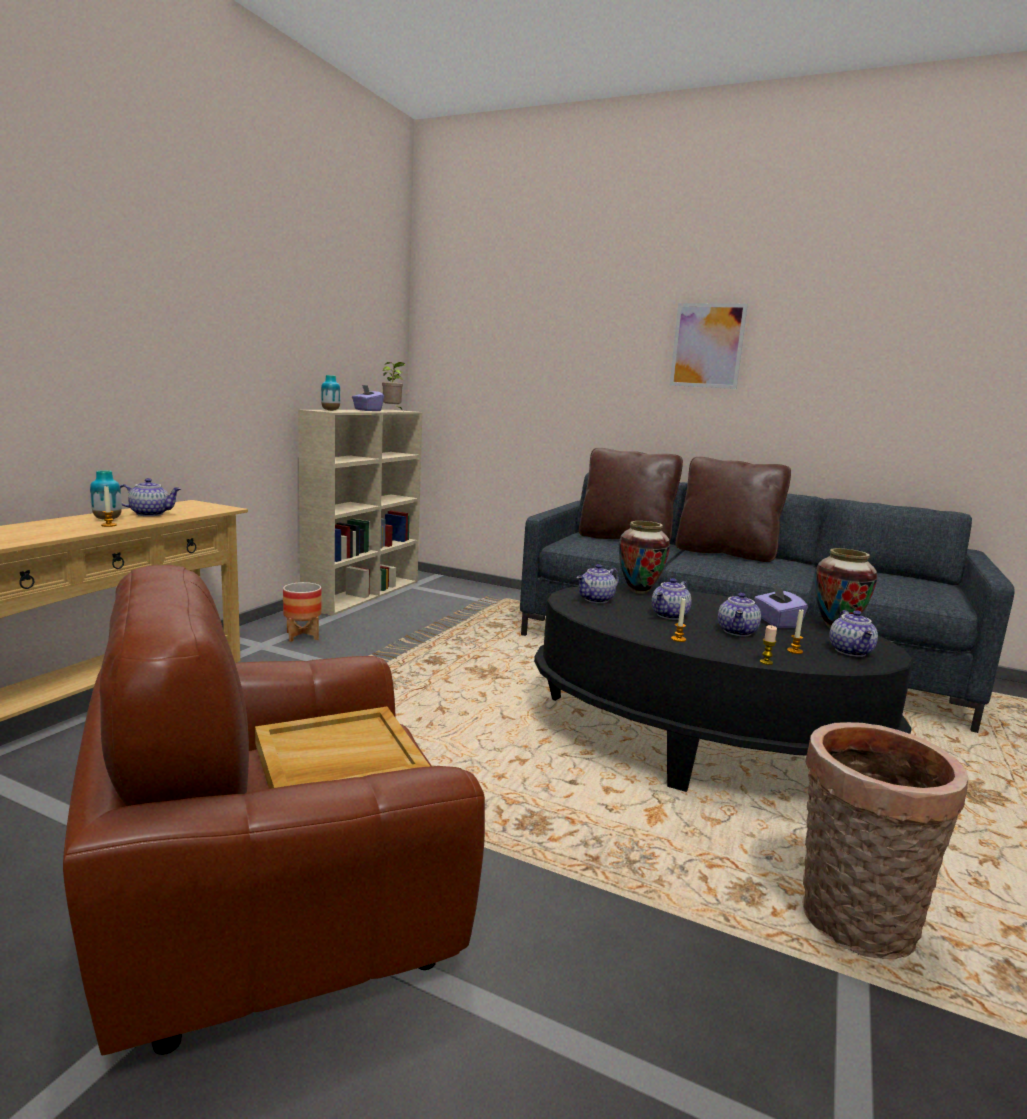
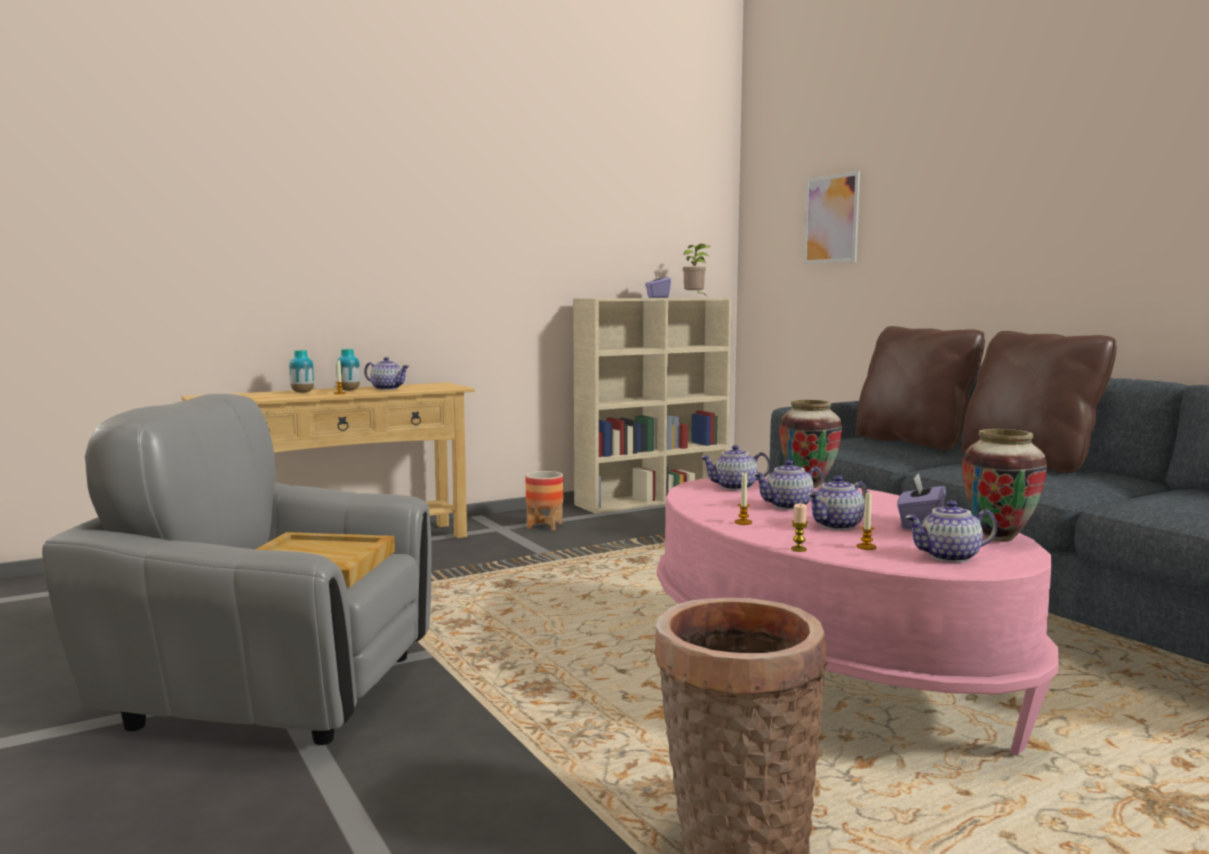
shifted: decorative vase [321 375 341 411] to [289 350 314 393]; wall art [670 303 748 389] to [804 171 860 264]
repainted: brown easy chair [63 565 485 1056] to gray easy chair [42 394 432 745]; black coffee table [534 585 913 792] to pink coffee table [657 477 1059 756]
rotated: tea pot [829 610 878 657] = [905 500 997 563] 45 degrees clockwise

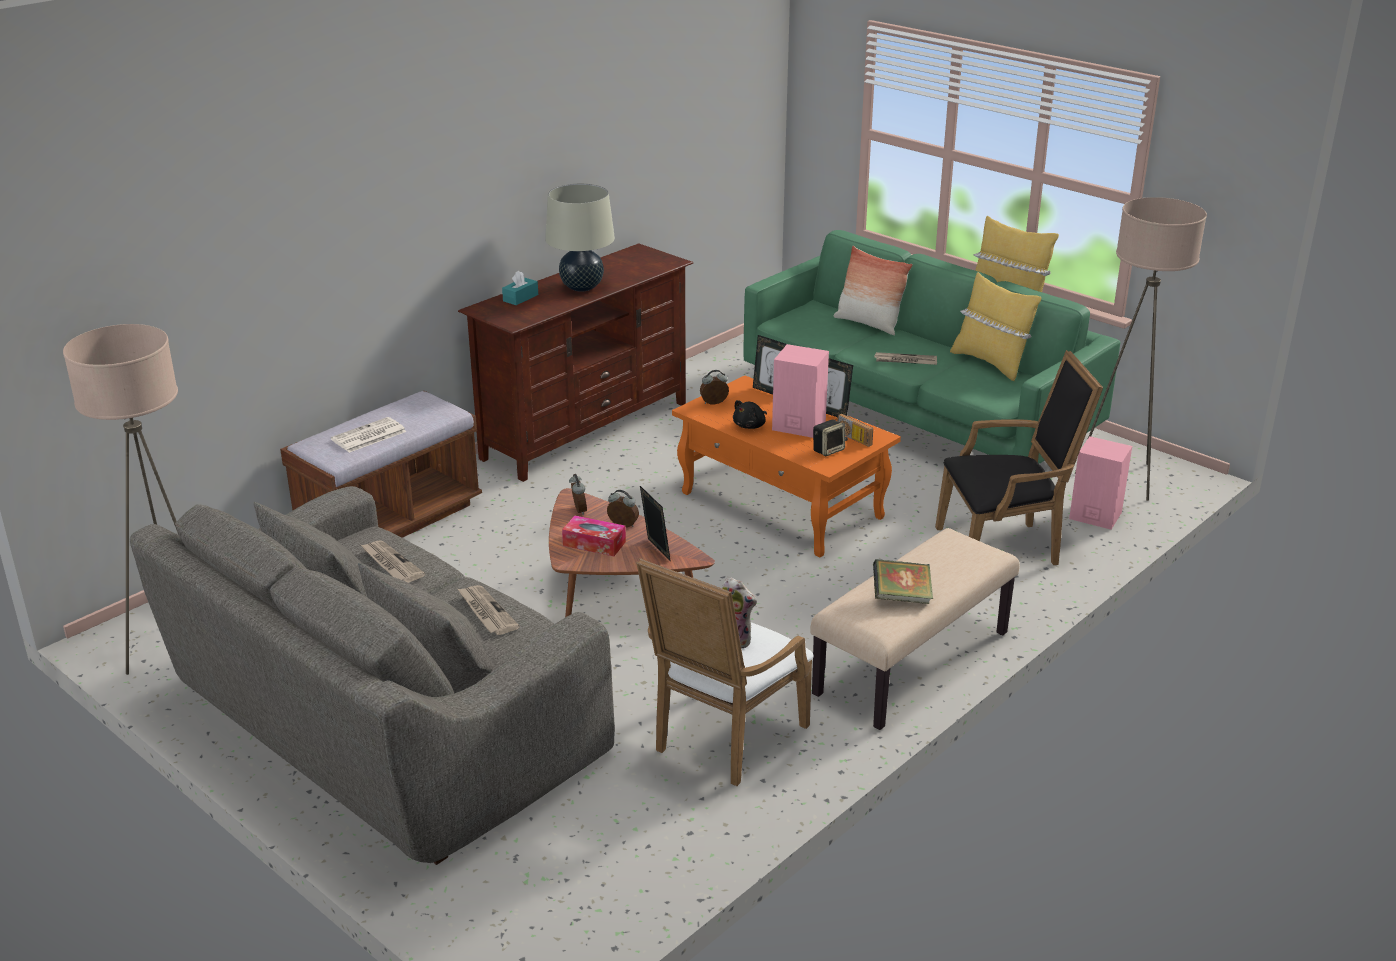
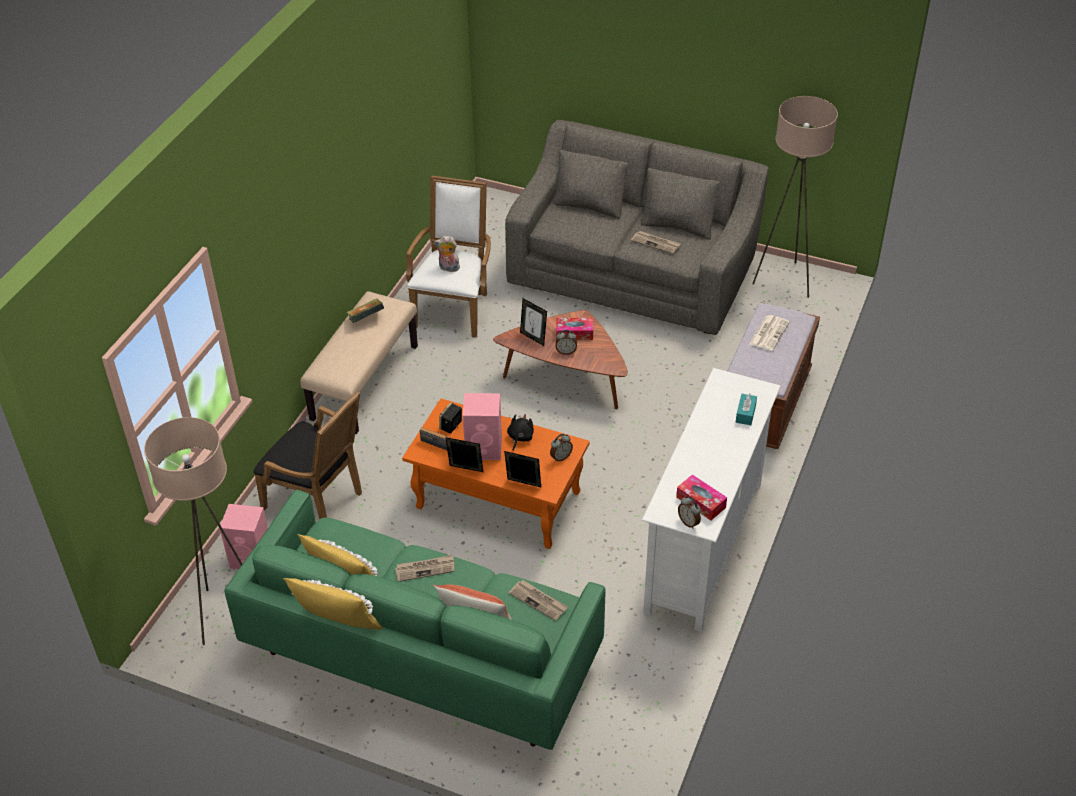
gone: beige table lamp [545 184 615 292]
new: tissue box [676 475 727 521]
shifted: newspaper [458 585 520 635] to [509 580 568 621]; bedside clock [569 474 587 515] to [678 496 701 528]
repainted: brown tv unit [458 243 693 482] to white-coloured tv unit [642 368 781 632]
rotated: black easy chair [935 350 1103 565] = [253 391 362 519] 120 degrees counterclockwise

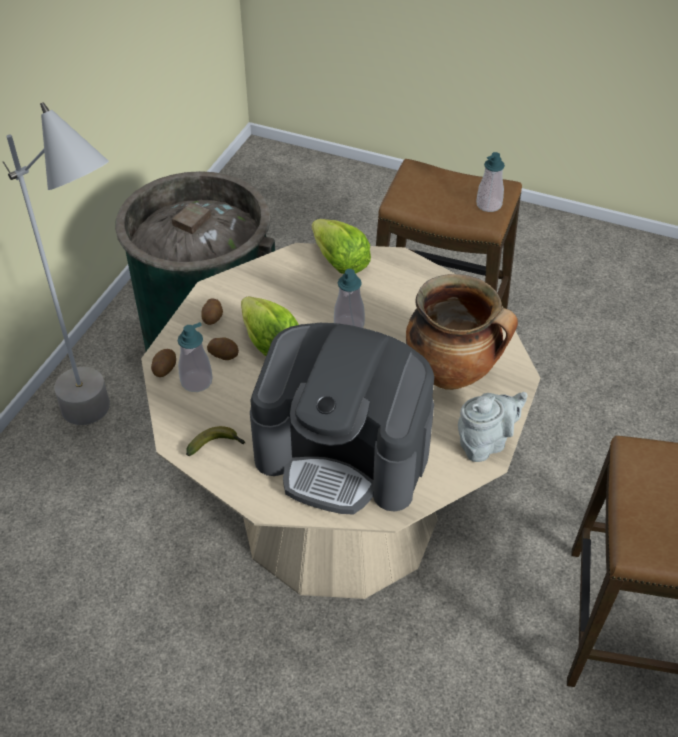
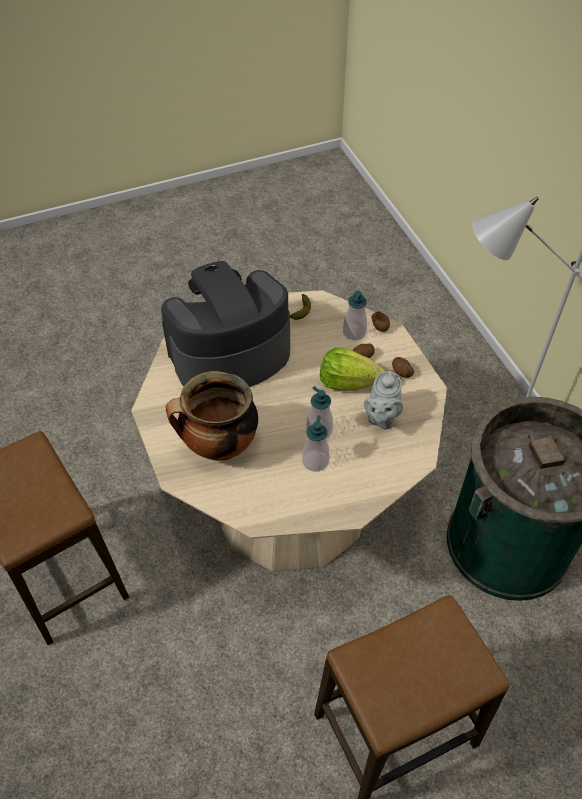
gone: lettuce [312 219 371 274]
shifted: gray tea pot [458 392 528 462] to [364 371 403 430]; liquid soap bottle [476 152 505 212] to [303 416 329 472]

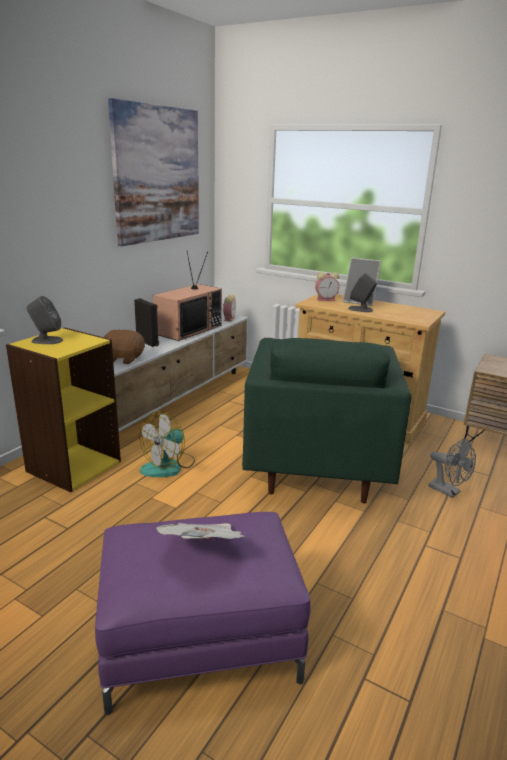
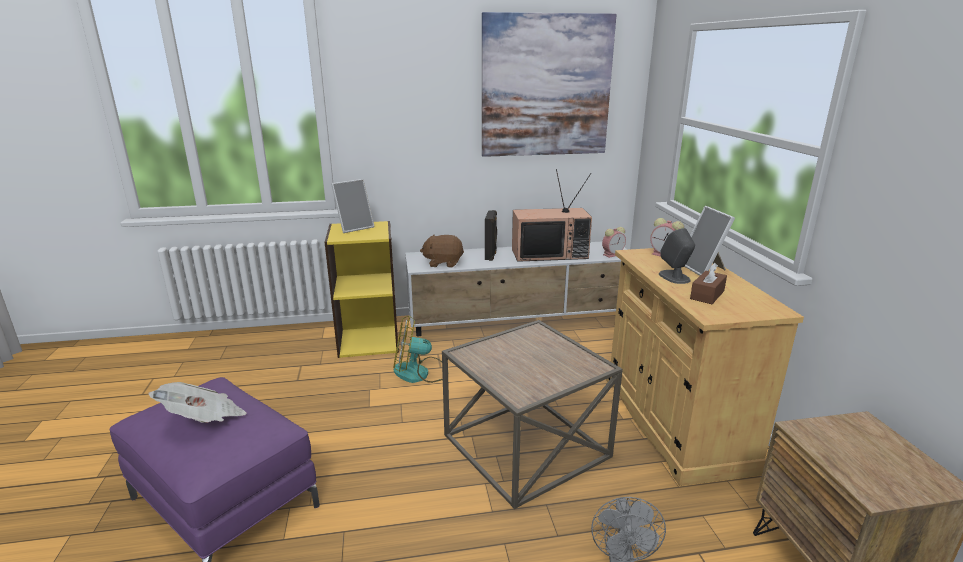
new: brown tissue box [690 263 727 304]
swapped: gray loudspeaker [26 296 63 344] to photo frame [331 179 375 233]; greenish easy chair [242 338 412 503] to brown side table [442 320 623 509]
rotated: brown cuddly toy [104 329 145 364] = [420 235 464 267] 60 degrees counterclockwise

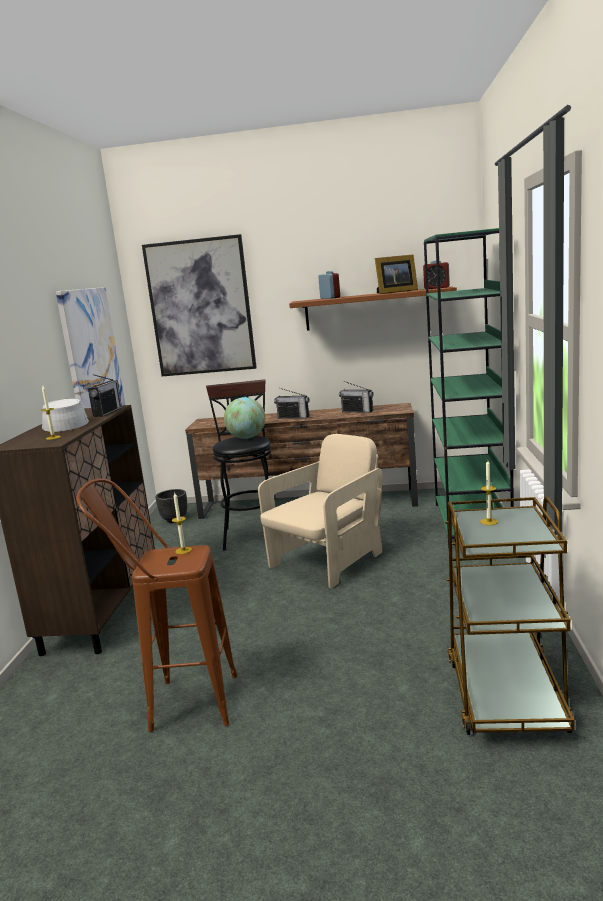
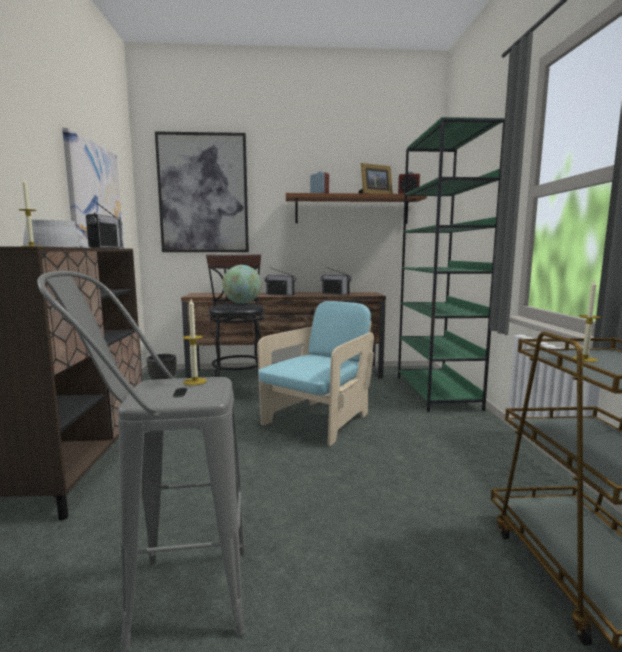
repainted: brown stool seat [76 479 237 732] to gray stool seat [37 271 246 651]; beige easy chair [258 434 383 589] to turquoise easy chair [257 301 374 446]

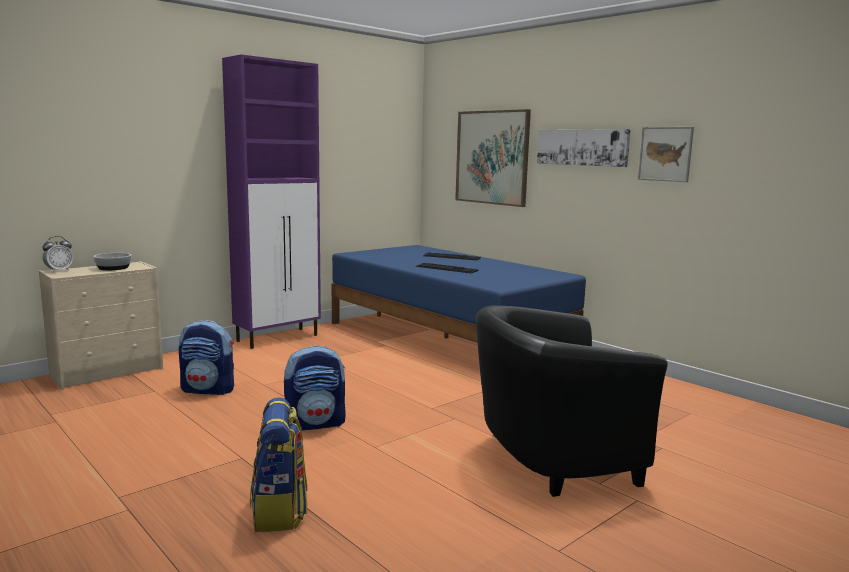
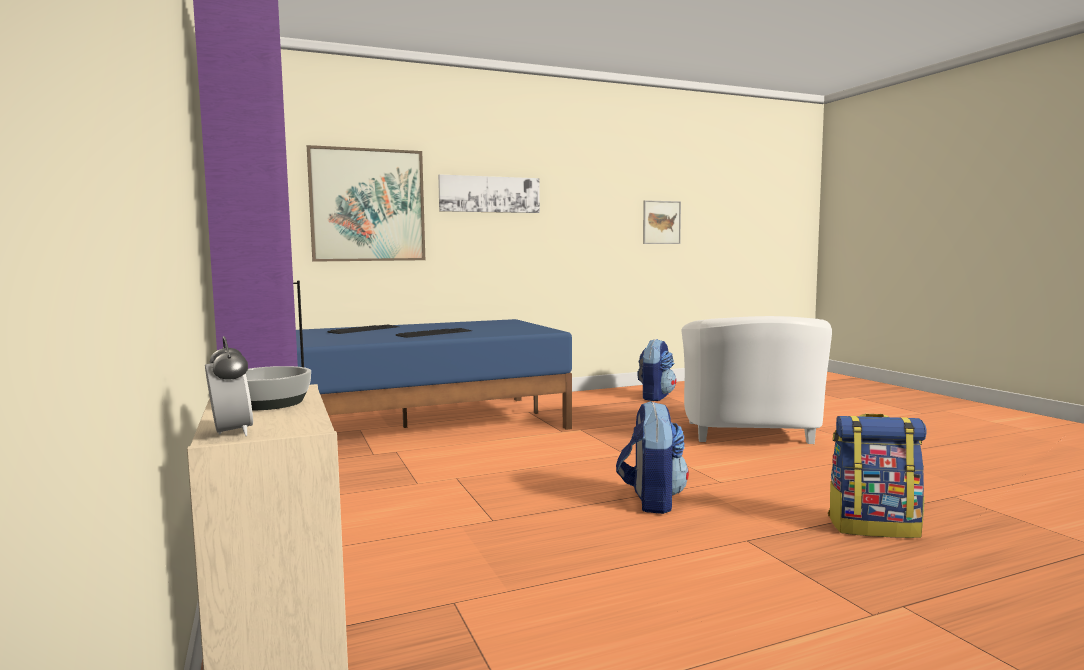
shifted: knapsack [179 320 234 395] to [637 339 677 401]; wall art [638 127 694 182] to [643 200 681 244]
repainted: black easy chair [476 305 668 497] to white-coloured easy chair [681 316 832 444]

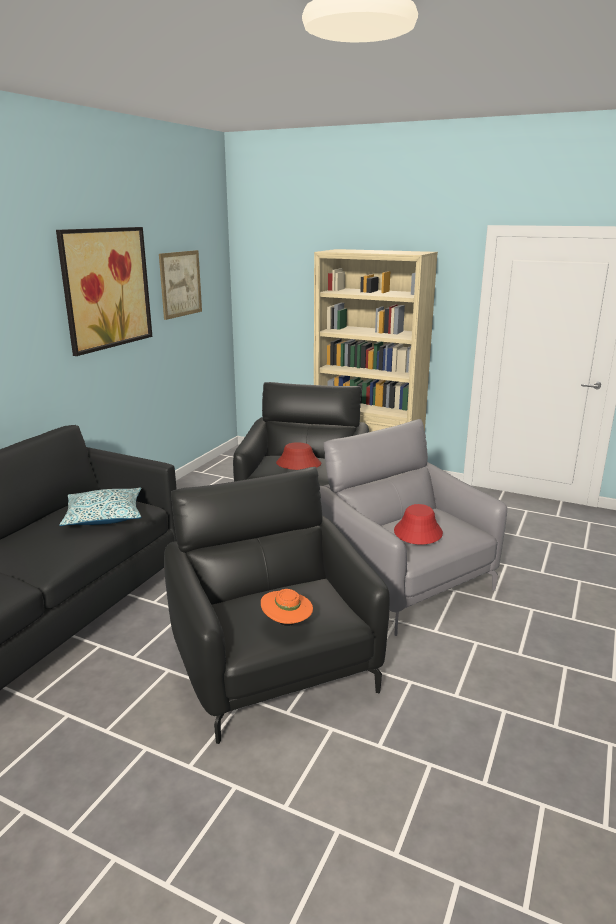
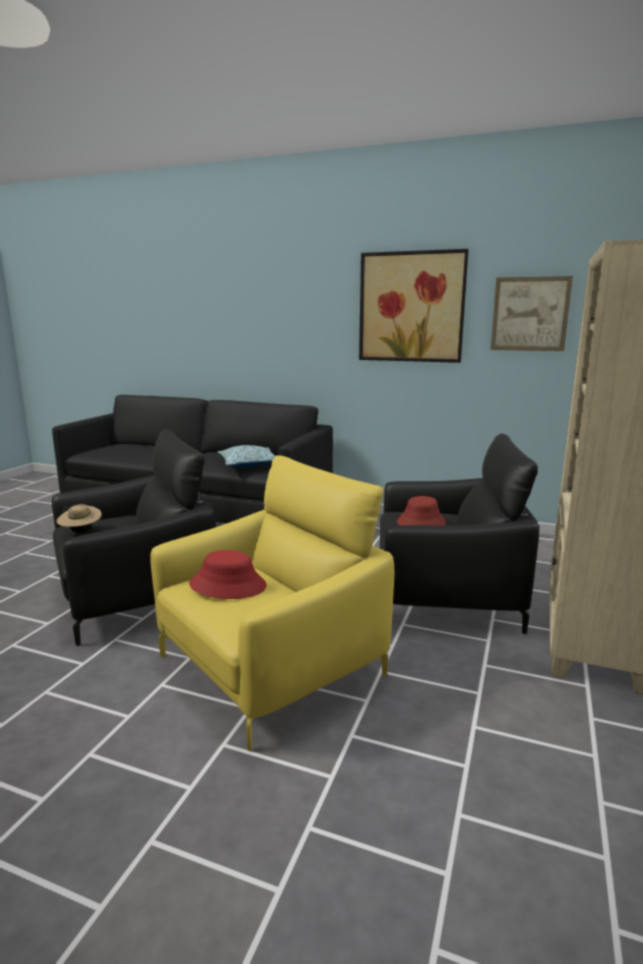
repainted: orange-coloured wearable hat [261 589 313 626] to beige wearable hat [56 504 102 533]; gray easy chair [320 419 507 636] to yellowish easy chair [150 455 394 751]

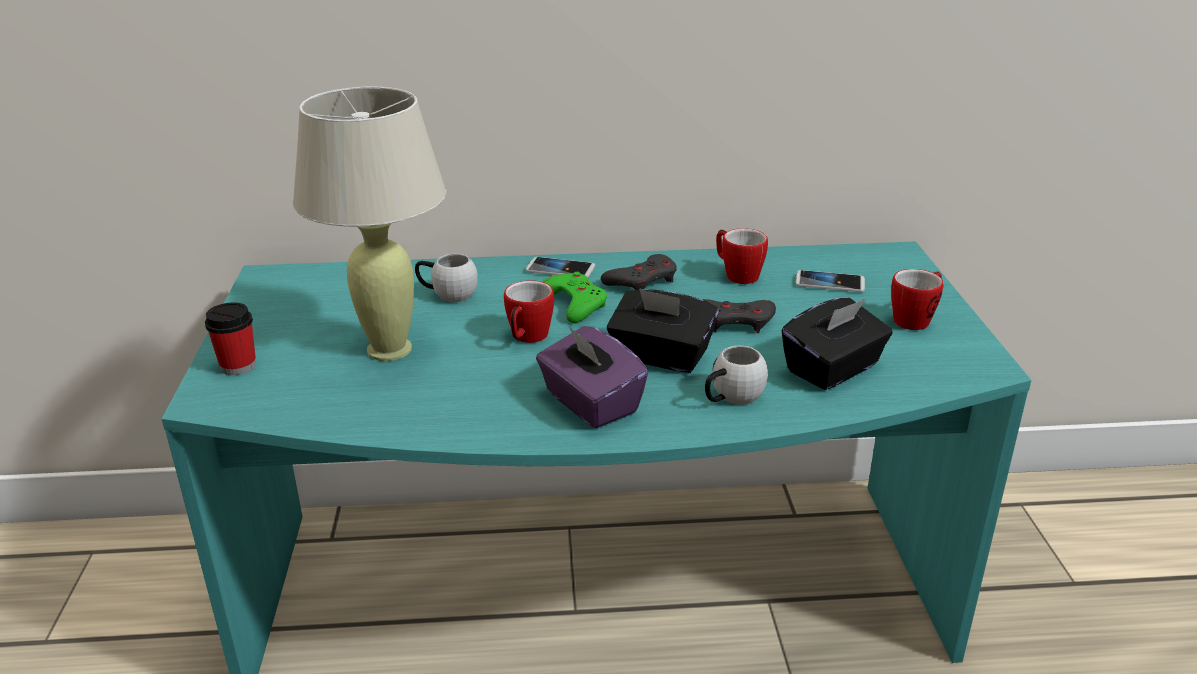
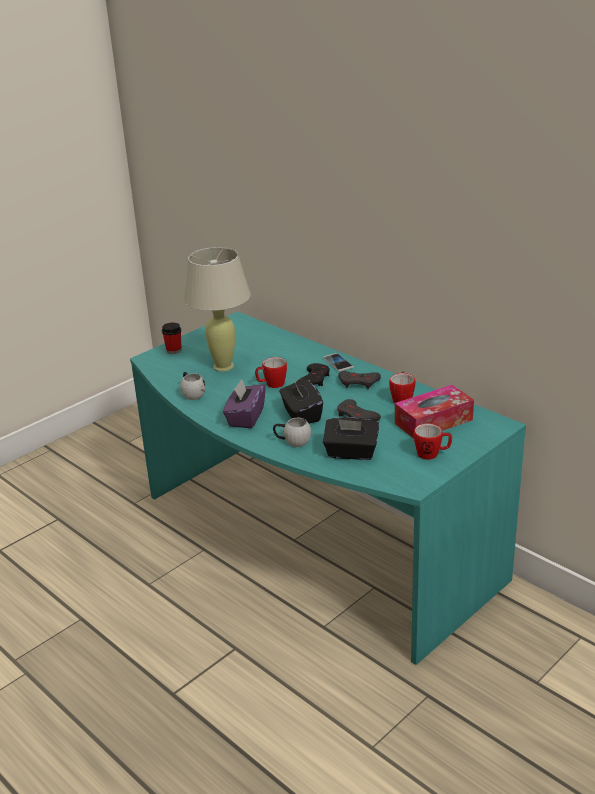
shifted: white-coloured mug [415 254 478 302] to [180 372 206 400]
swapped: handset [796 270 865 292] to tissue box [395 385 474 439]
repainted: greenish gamepad [542 272 607 323] to black gamepad [297 363 330 386]

